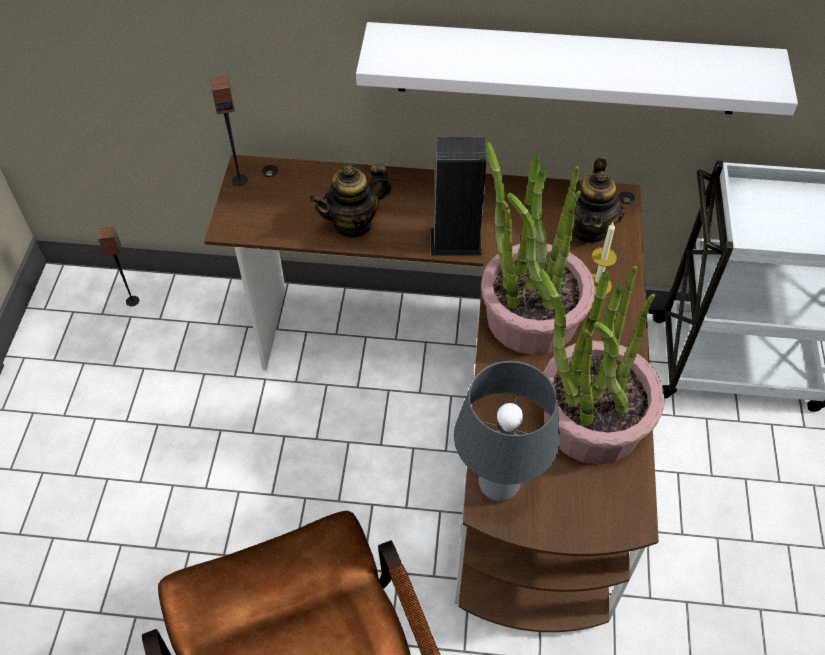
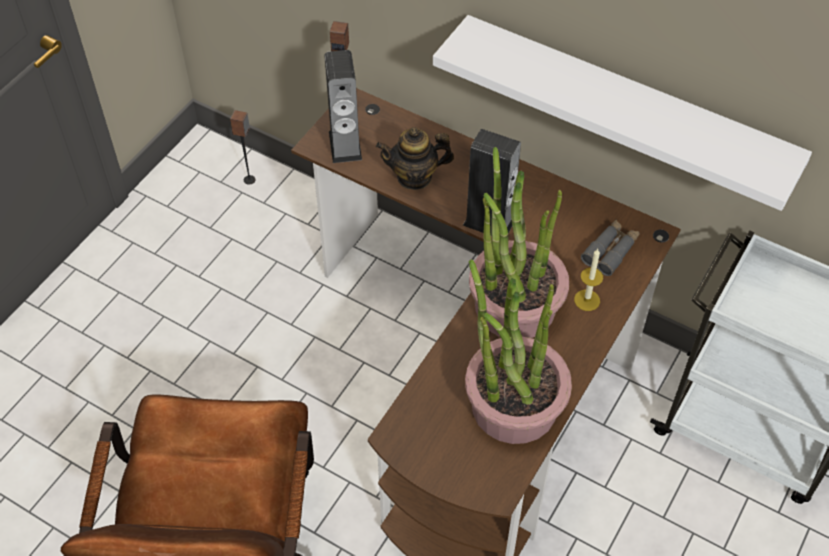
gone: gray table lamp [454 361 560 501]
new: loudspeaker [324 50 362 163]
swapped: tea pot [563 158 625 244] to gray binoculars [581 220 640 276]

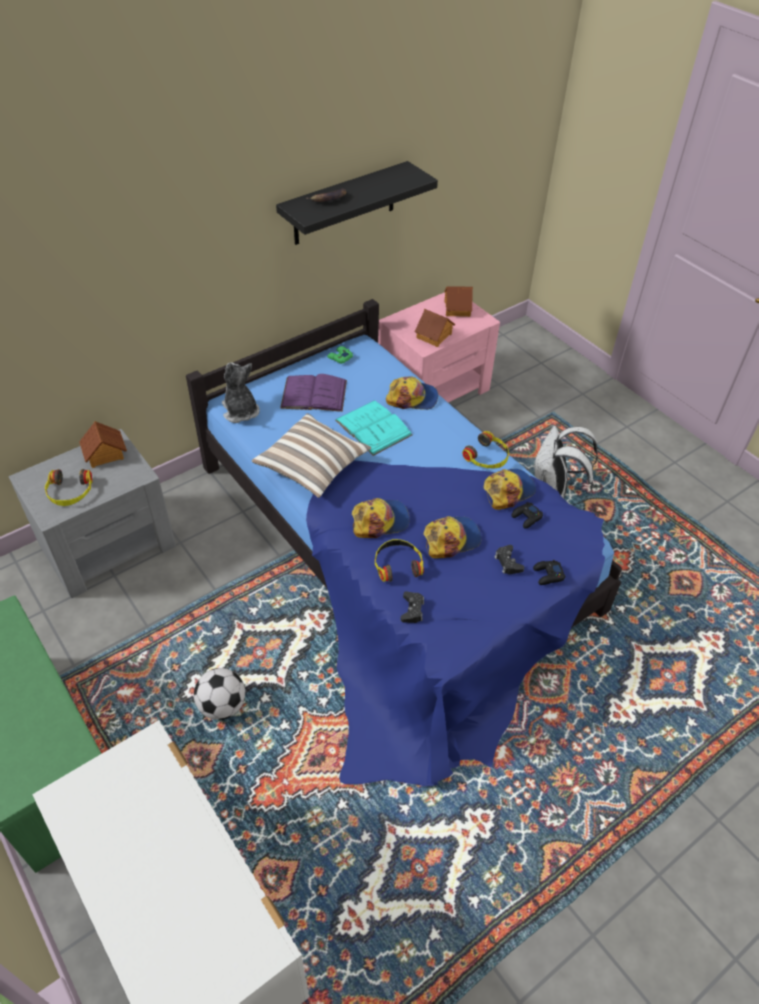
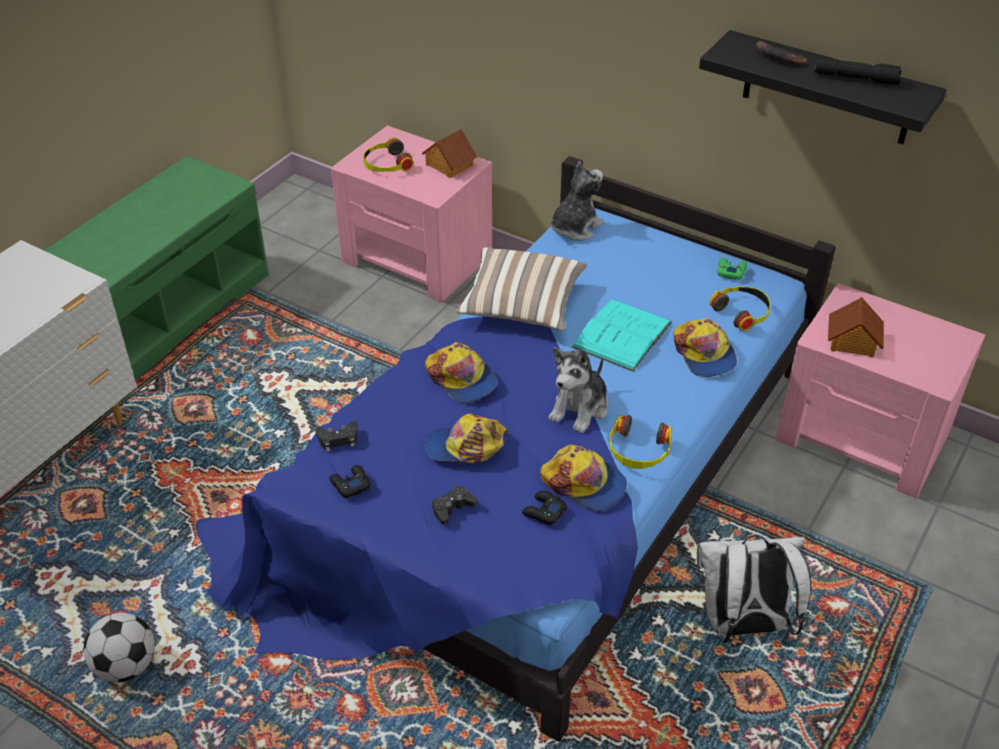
gone: purple bound book [280 374 347 412]; toy house [444 286 473 317]
new: cuddly toy [548 348 608 433]; black flashlight [814 57 901 85]
shifted: football [194 668 245 720] to [84 613 155 682]; headphones [375 539 424 582] to [710 286 771 331]; black gamepad [533 560 565 585] to [330 465 371 498]
repainted: gray night table [9 429 176 598] to pink night table [331 125 492 302]
rotated: baseball cap [423 516 481 558] = [425 414 508 463] 135 degrees clockwise

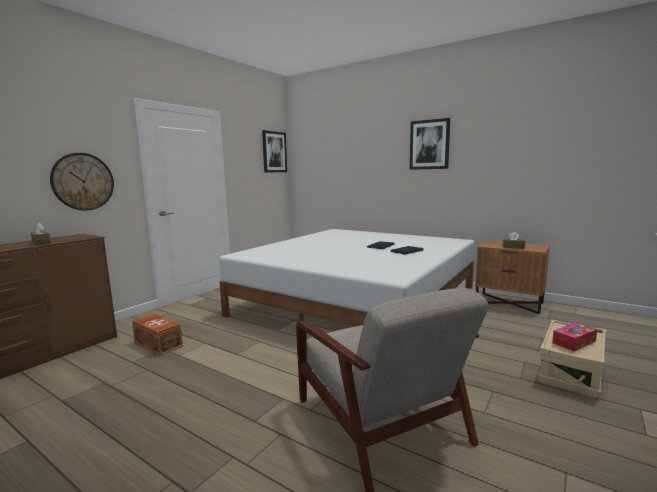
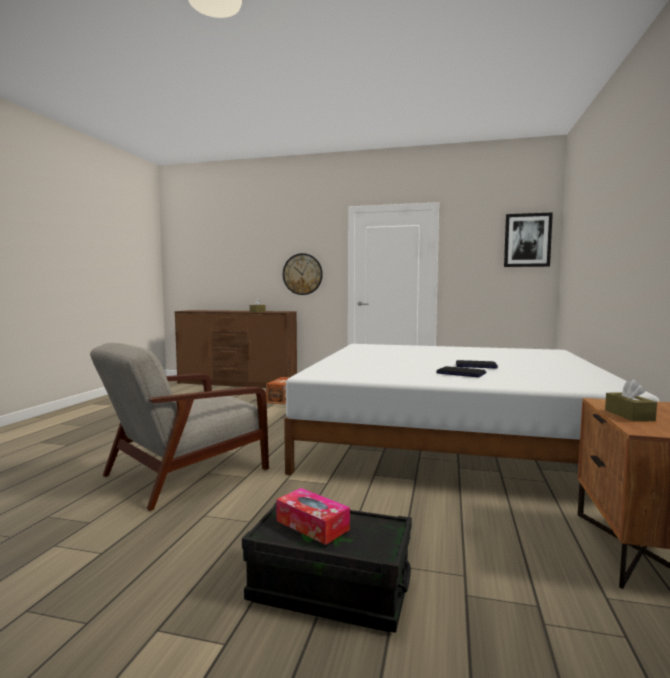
gone: wall art [410 118 450 170]
repainted: beige storage container [538 320 606 398] to black storage container [242 503 412 633]

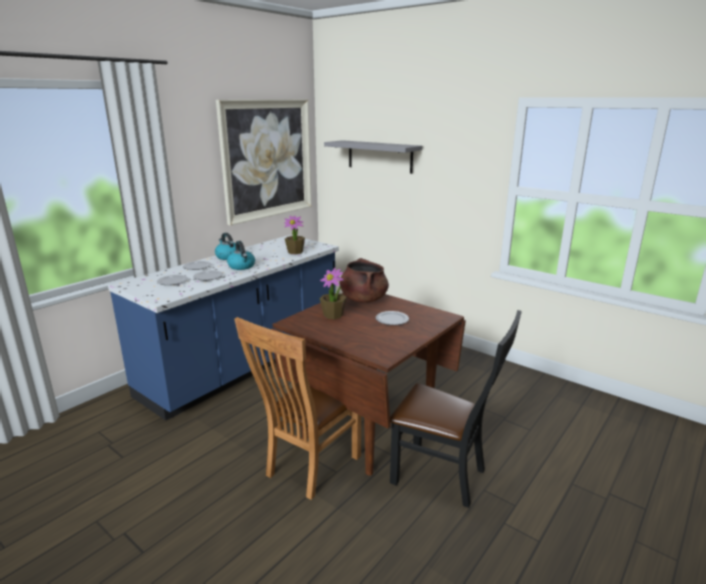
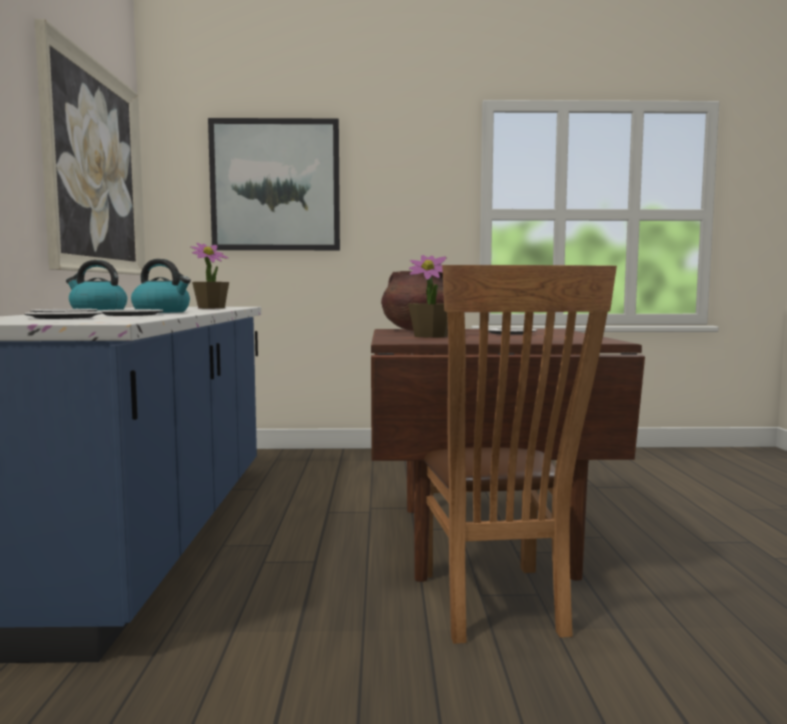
gone: black plain chair [390 310 522 508]
swapped: gray shelf [324 140 422 174] to wall art [208 118 340 250]

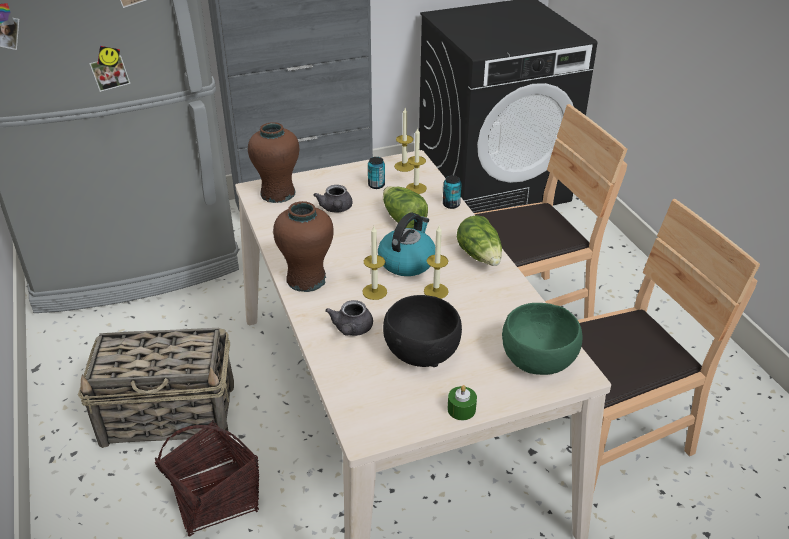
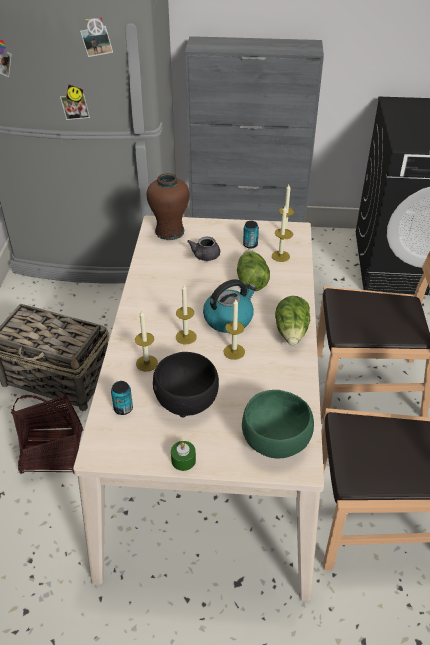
gone: brown decorative vase [273 201 334 292]
shifted: sealed can [443 175 462 209] to [111 381 133 415]
swapped: gray tea pot [325 300 373 336] to wax candle [135 311 158 372]

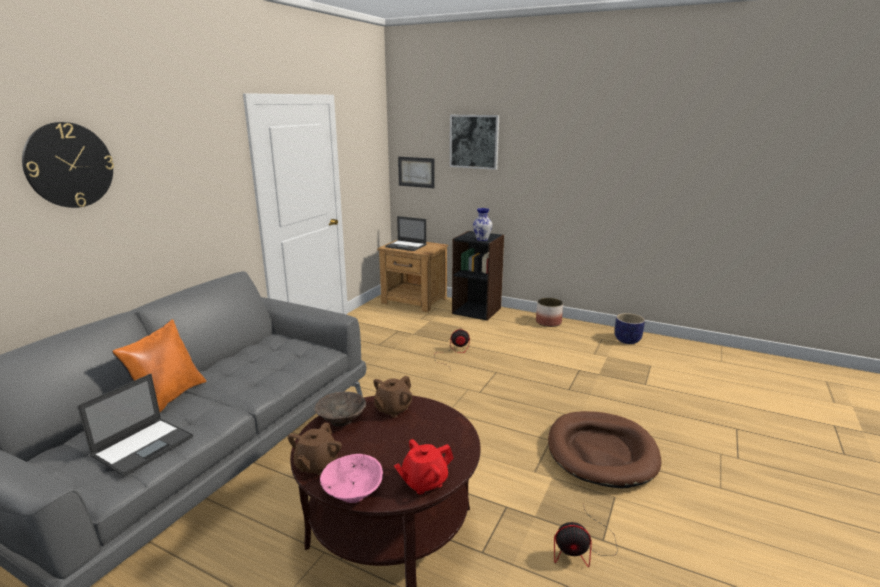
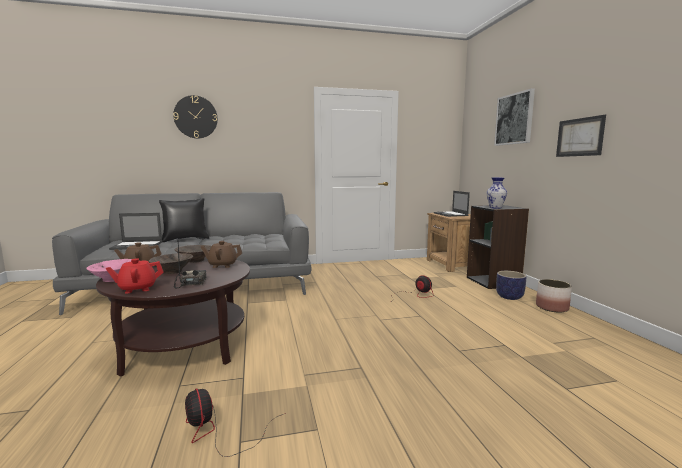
gone: brown pet bed [548 411 661 488]
new: brown bowl [149 253 193 274]; radio receiver [174 243 207 289]
shifted: wall art [398 157 435 188] to [556 115 606 157]; planter [615 313 645 344] to [496 271 526 300]
repainted: orange-coloured cushion [112 319 206 412] to black cushion [159 198 209 242]
rotated: reddish tea pot [394 439 454 494] = [106 258 164 293] 45 degrees counterclockwise

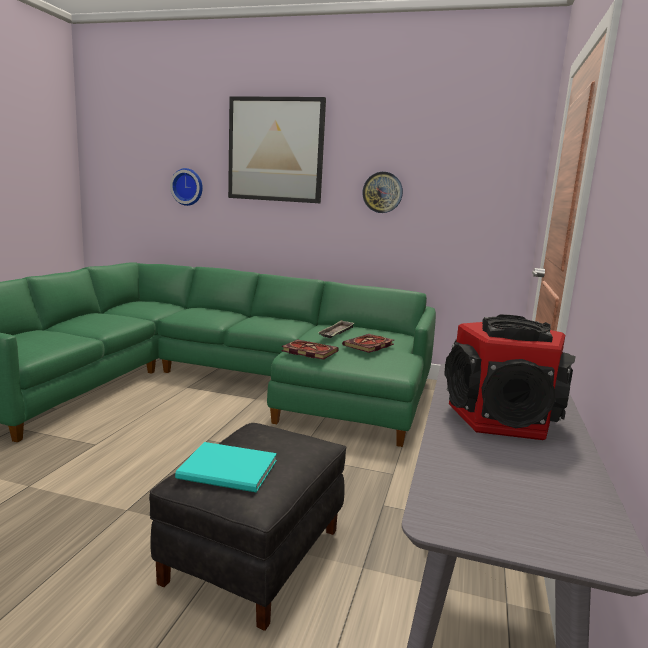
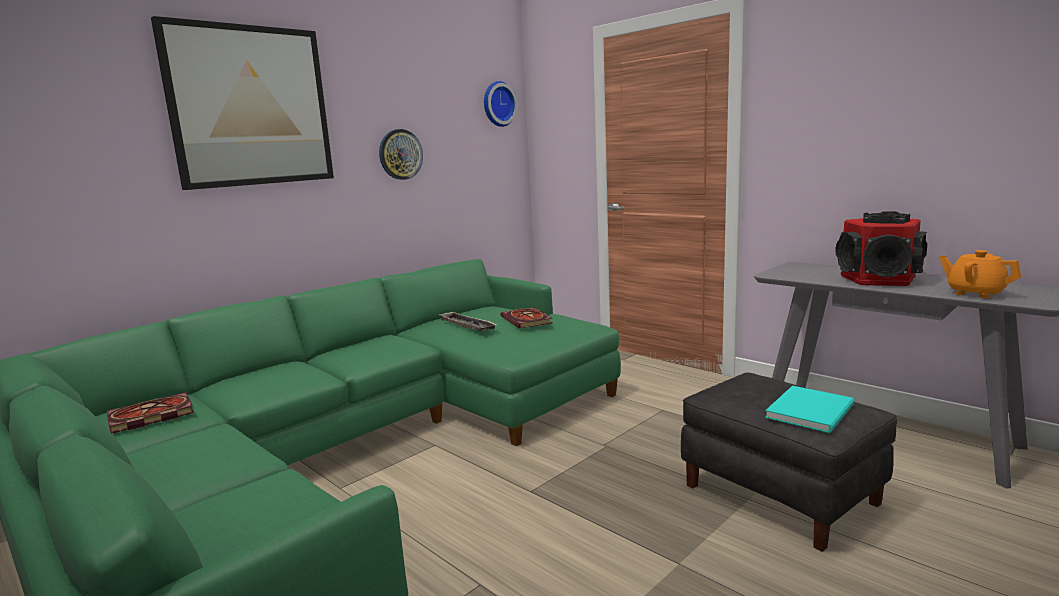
new: orange-coloured tea pot [939 250 1021 298]
shifted: wall clock [170 168 203 206] to [484 81 518 127]; bound book [281 339 339 360] to [107 392 194 433]

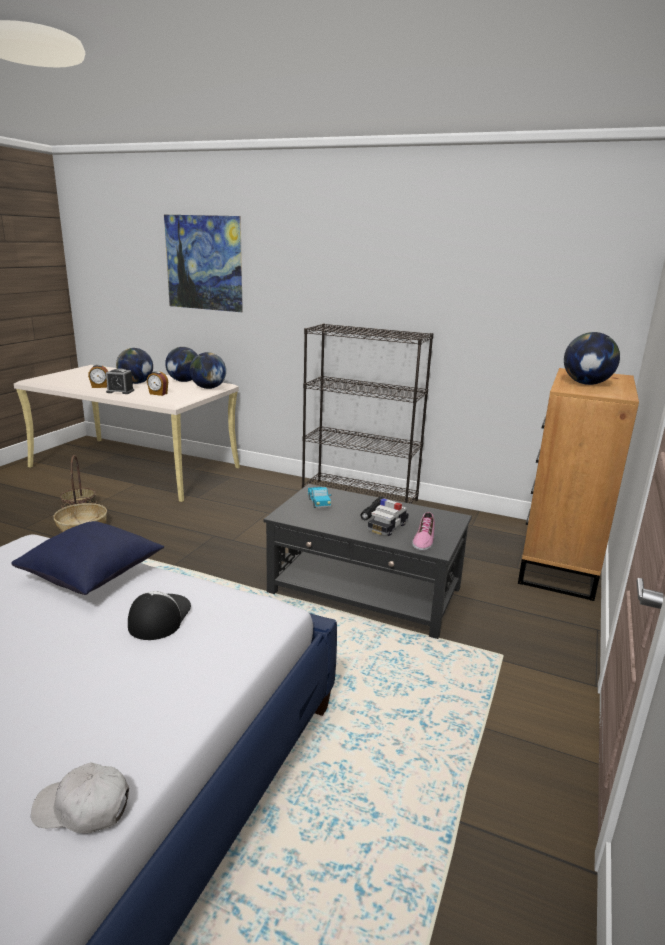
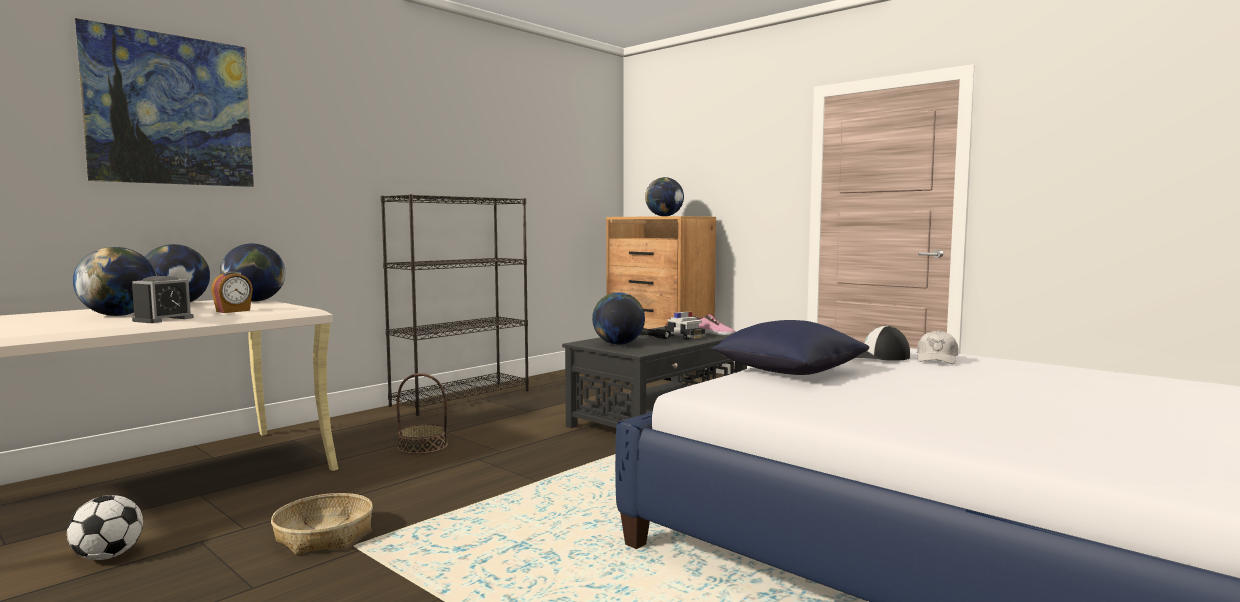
gone: bedside clock [88 365 108 388]
new: football [67 495 143 560]
shifted: white-coloured baseball cap [31 762 129 833] to [917 330 959 364]; basket [60 455 97 508] to [397 373 448 454]
swapped: toy truck [308 487 332 508] to world globe [592 292 645 345]

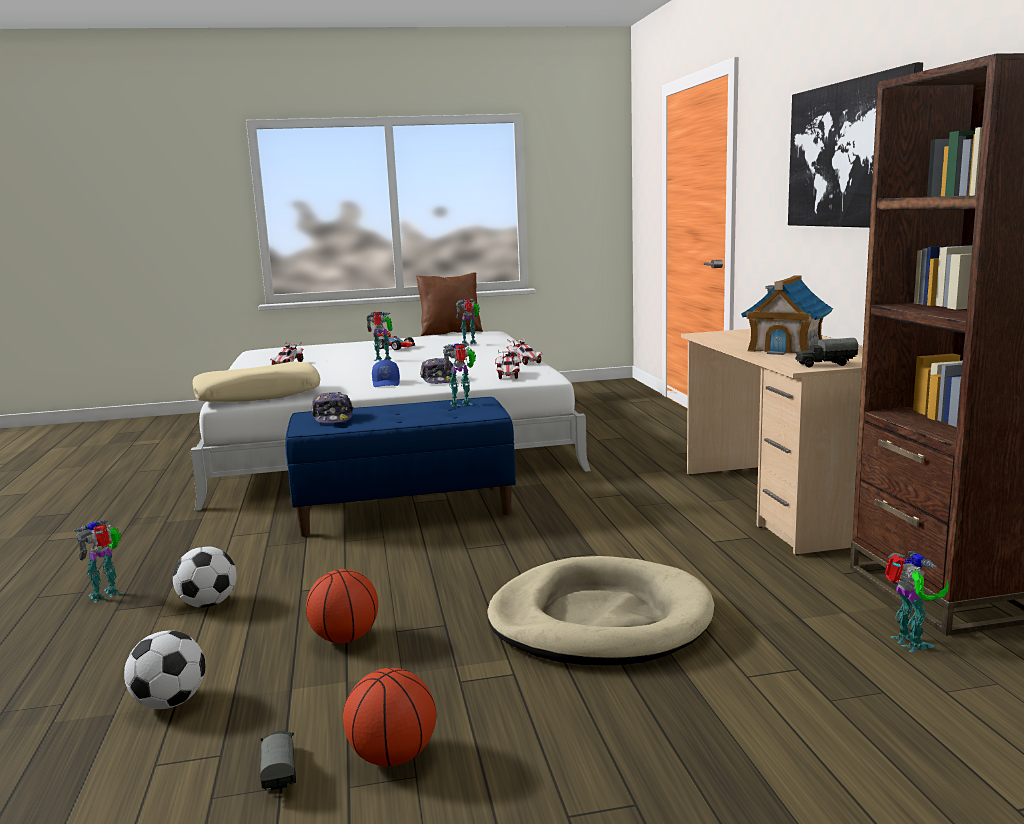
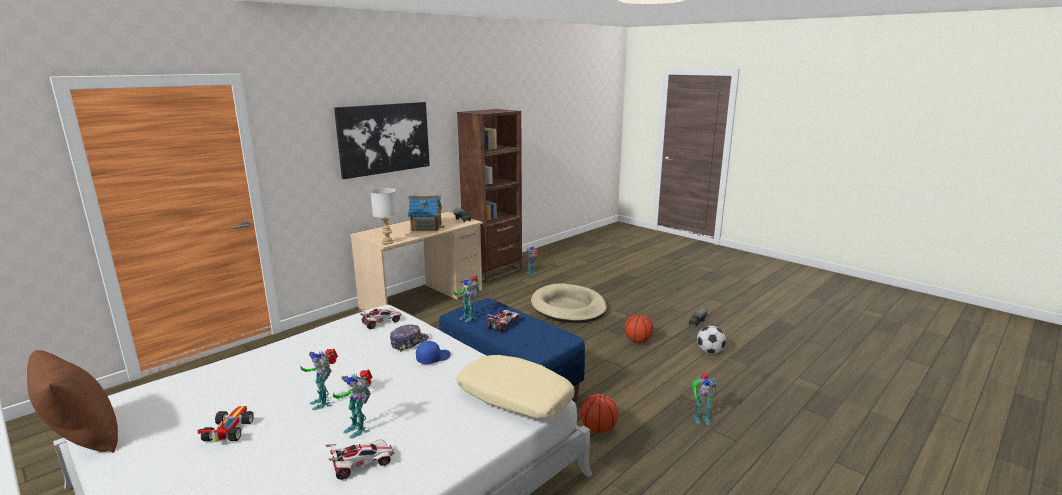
gone: football [173 546 237 608]; baseball cap [312 392 354 423]
new: gray table lamp [370 188 398 244]
shifted: basketball [343 668 436 766] to [580 394 619 433]; robot figure [456 299 480 344] to [333 370 373 439]; model car [507 337 542 365] to [486 310 520 332]

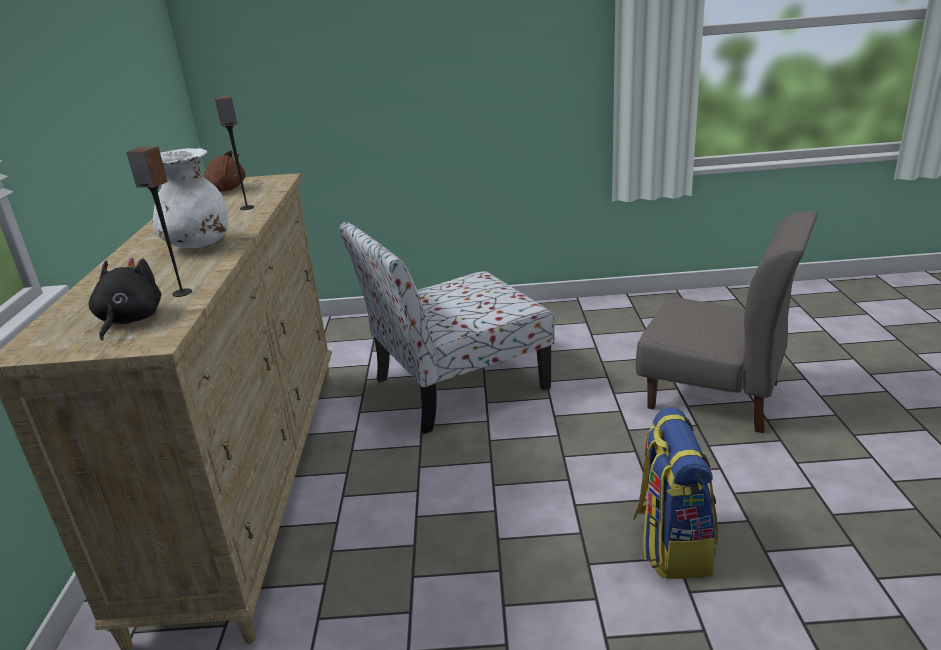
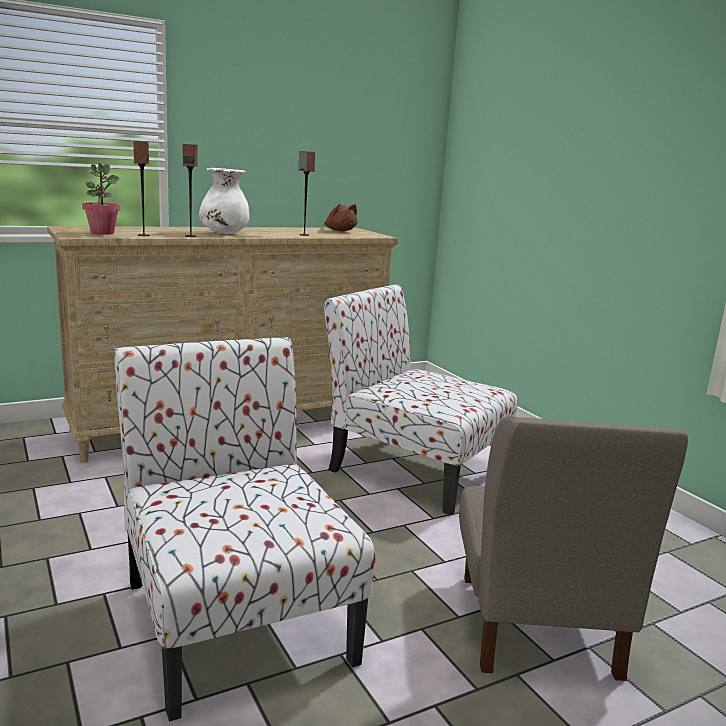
new: loudspeaker [183 144 198 237]
swapped: black cuddly toy [89 257 161 341] to houseplant [82 163 121 235]; knapsack [633 408 718 579] to plain chair [114 337 375 722]

